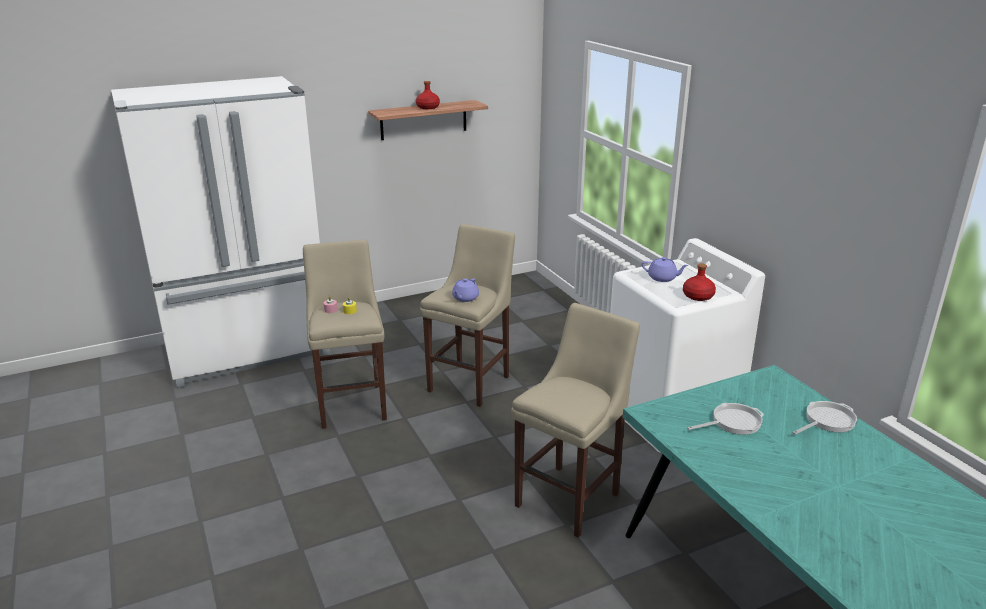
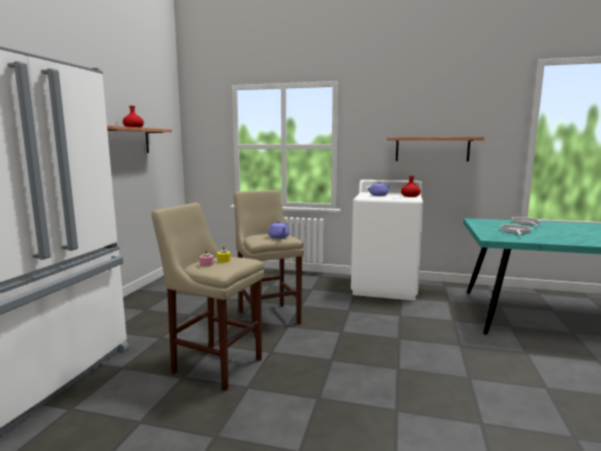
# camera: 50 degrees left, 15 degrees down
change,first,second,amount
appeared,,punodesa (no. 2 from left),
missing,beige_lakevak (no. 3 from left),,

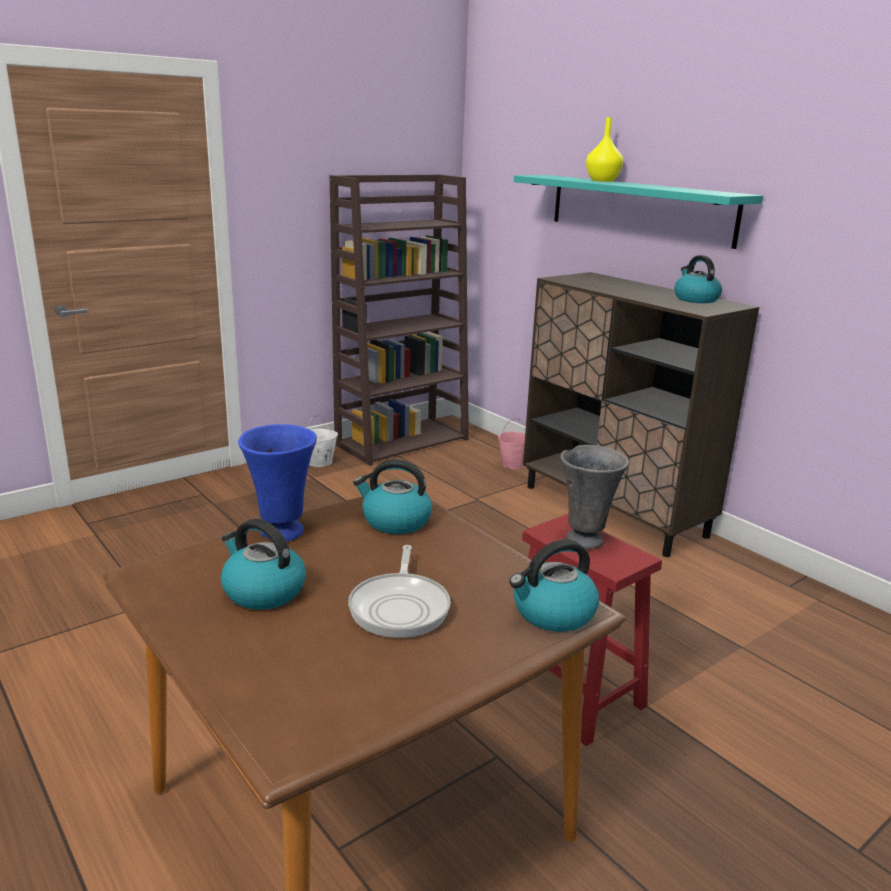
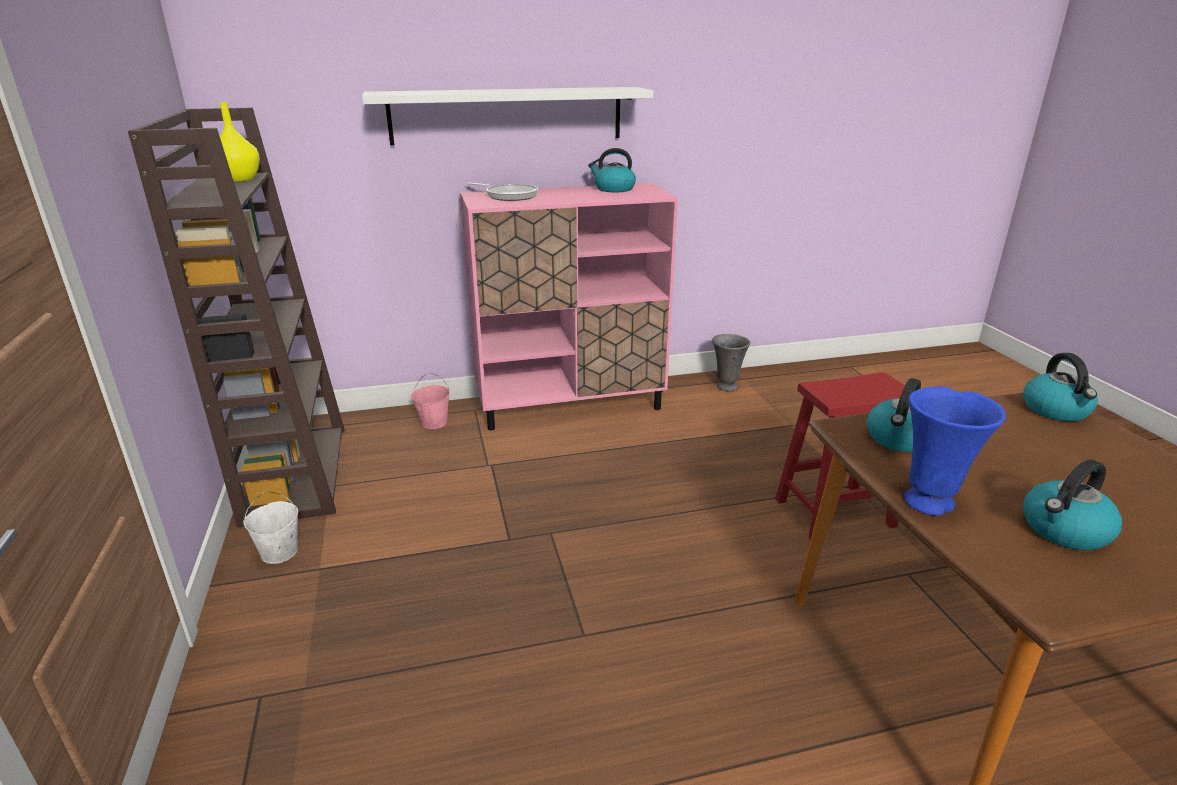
# camera: 65 degrees left, 5 degrees up
change,first,second,amount
relocated,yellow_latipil,,
colour,turquoise_punodesa,white_punodesa,
colour,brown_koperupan,pink_koperupan,
relocated,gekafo,,
relocated,grey_latipil,,

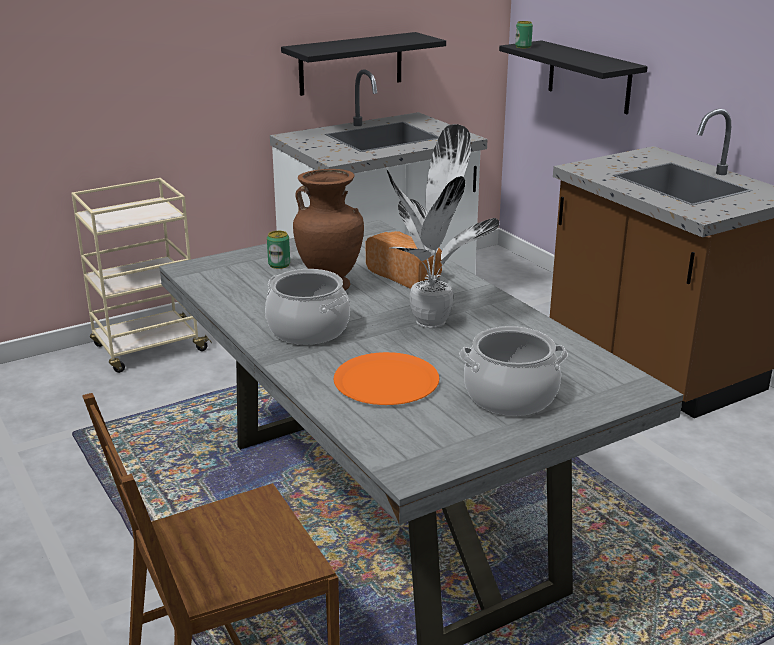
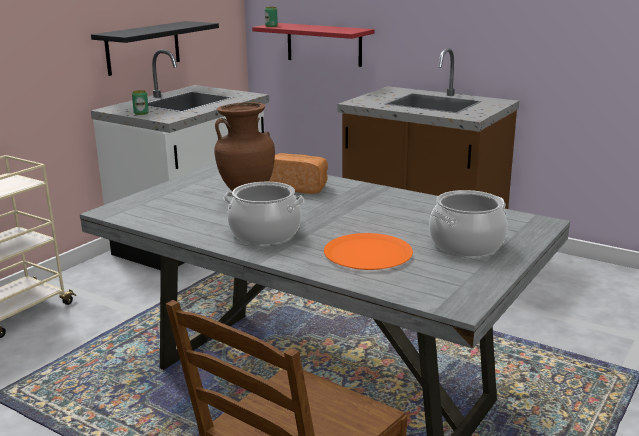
# camera: 25 degrees left, 5 degrees down
change,first,second,amount
relocated,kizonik (no. 1 from left),,
colour,black_punodesa (no. 2 from left),red_punodesa,
missing,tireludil,,

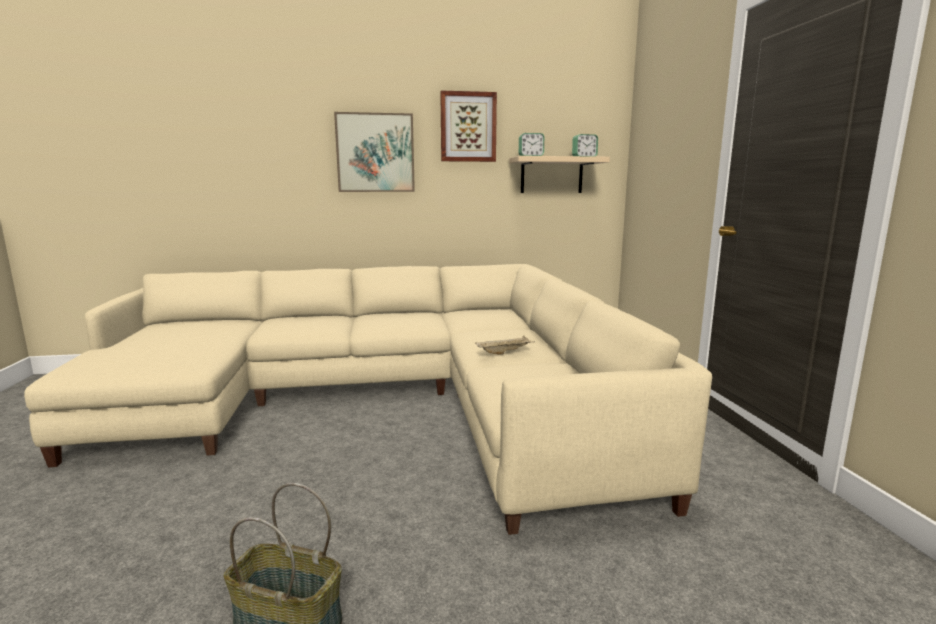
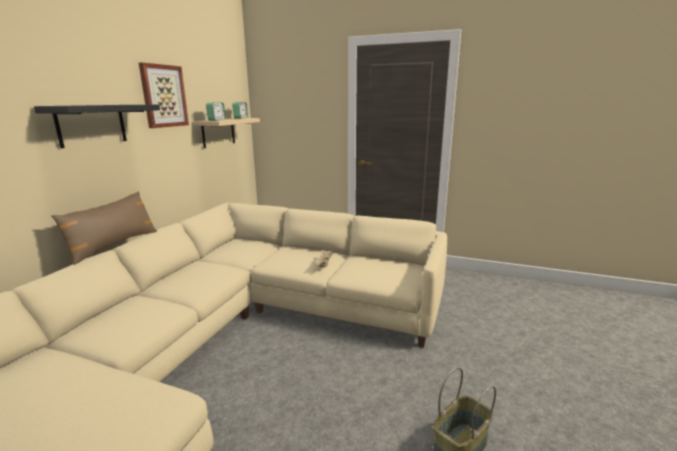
# camera: 60 degrees left, 5 degrees up
change,first,second,amount
exchanged,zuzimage (no. 1 from left),black_punodesa,
appeared,,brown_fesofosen,

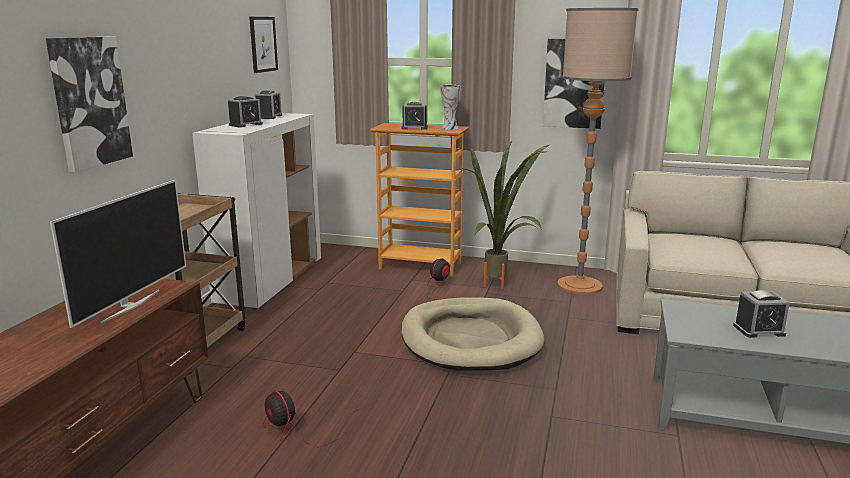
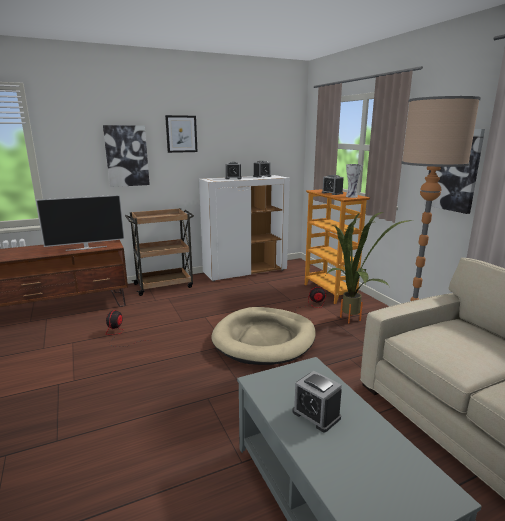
# camera: 50 degrees right, 0 degrees up
change,first,second,amount
relocated,zuzimage (no. 2 from left),,

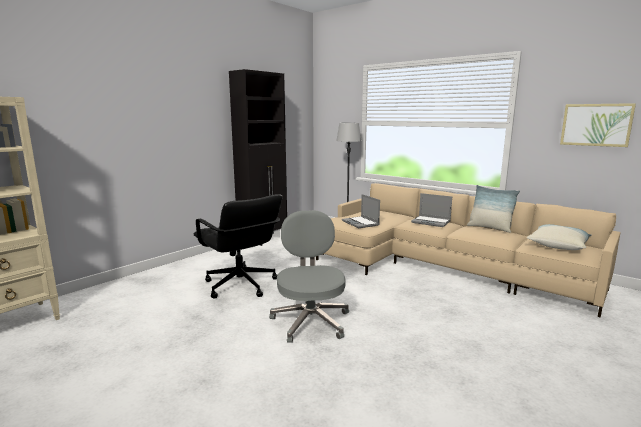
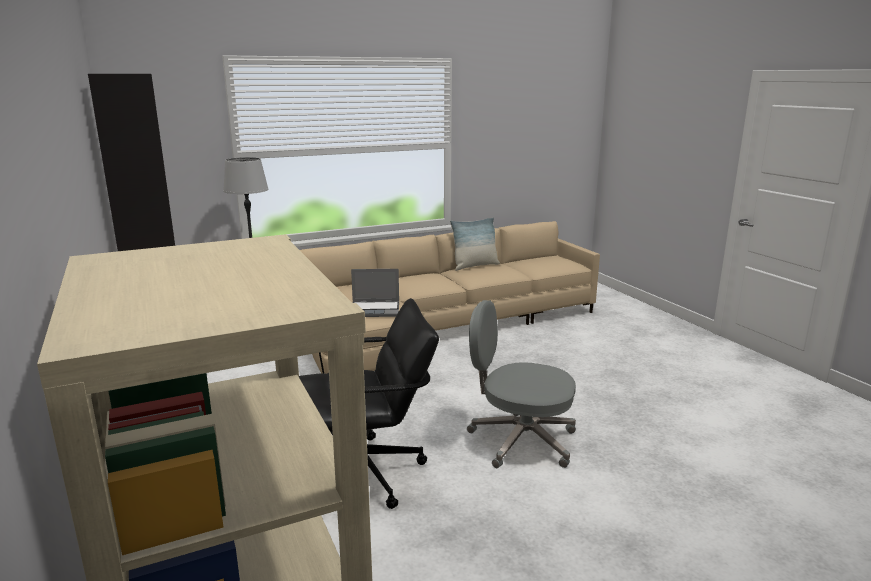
# camera: 65 degrees left, 5 degrees up
change,first,second,amount
missing,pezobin (no. 2 from left),,
missing,fesofosen (no. 2 from left),,
missing,zuzimage,,

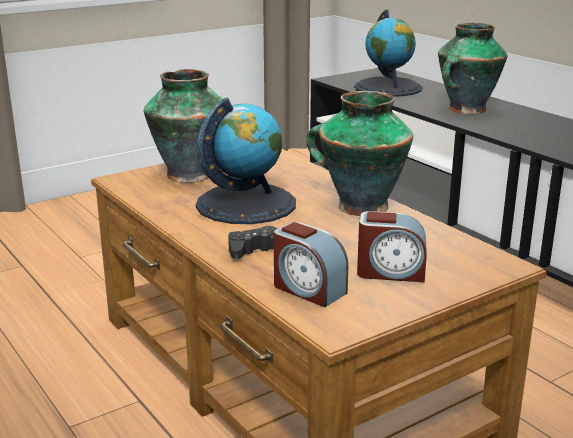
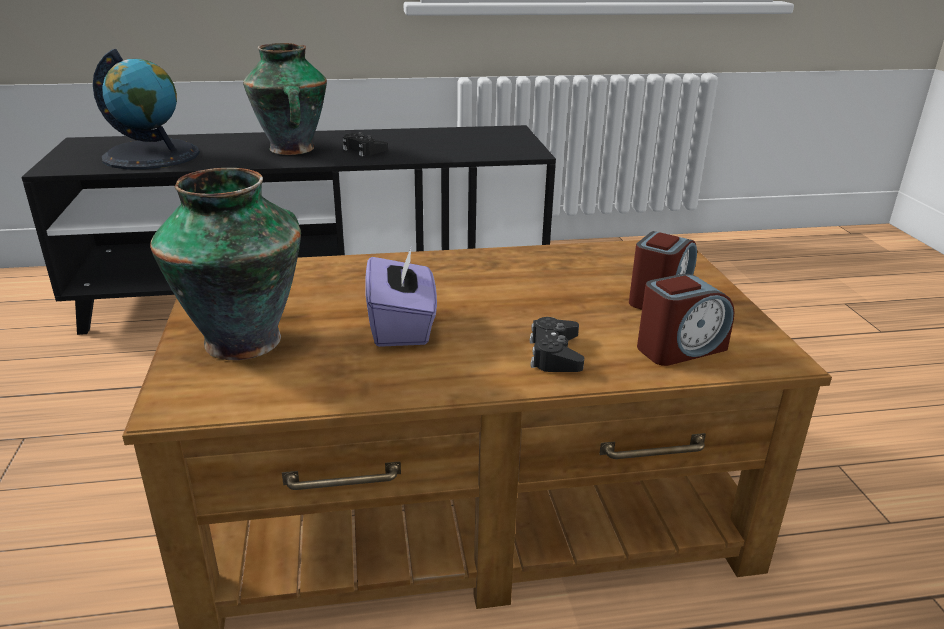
# camera: 65 degrees left, 5 degrees up
change,first,second,amount
appeared,,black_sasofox (no. 1 from left),
exchanged,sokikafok (no. 1 from left),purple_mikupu,
missing,latipil (no. 2 from left),,

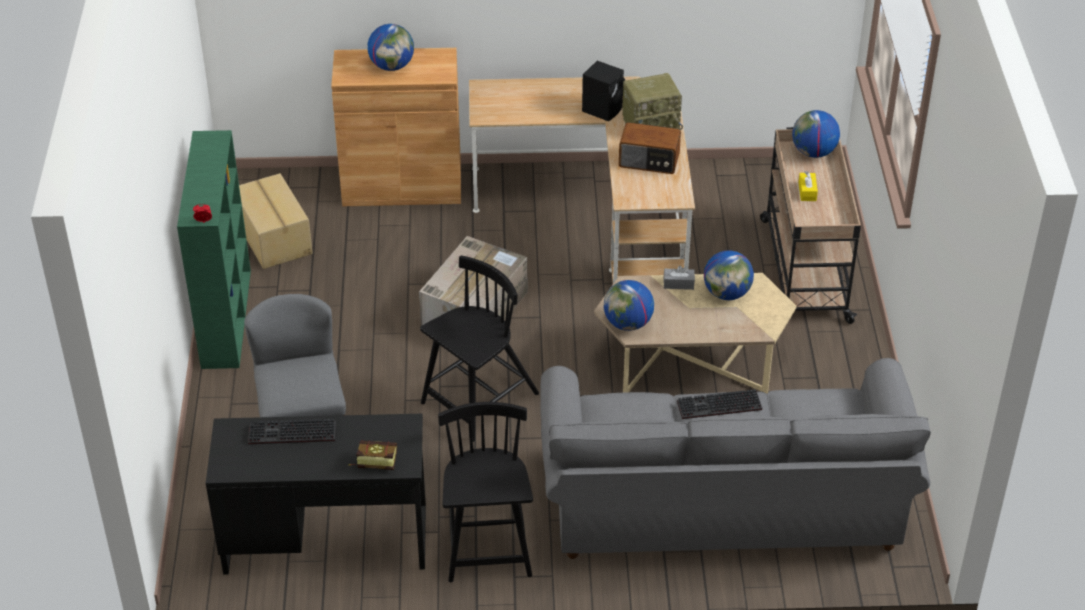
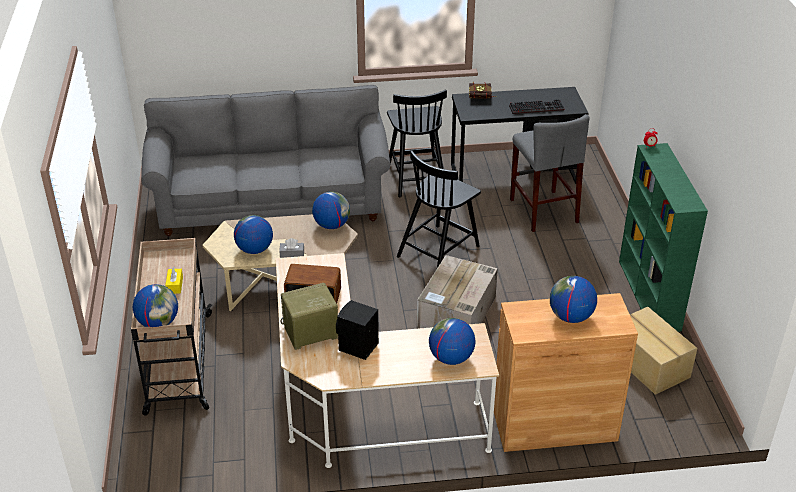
# camera: 175 degrees right, 5 degrees down
change,first,second,amount
appeared,,sokikafok (no. 4 from left),
missing,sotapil (no. 2 from left),,

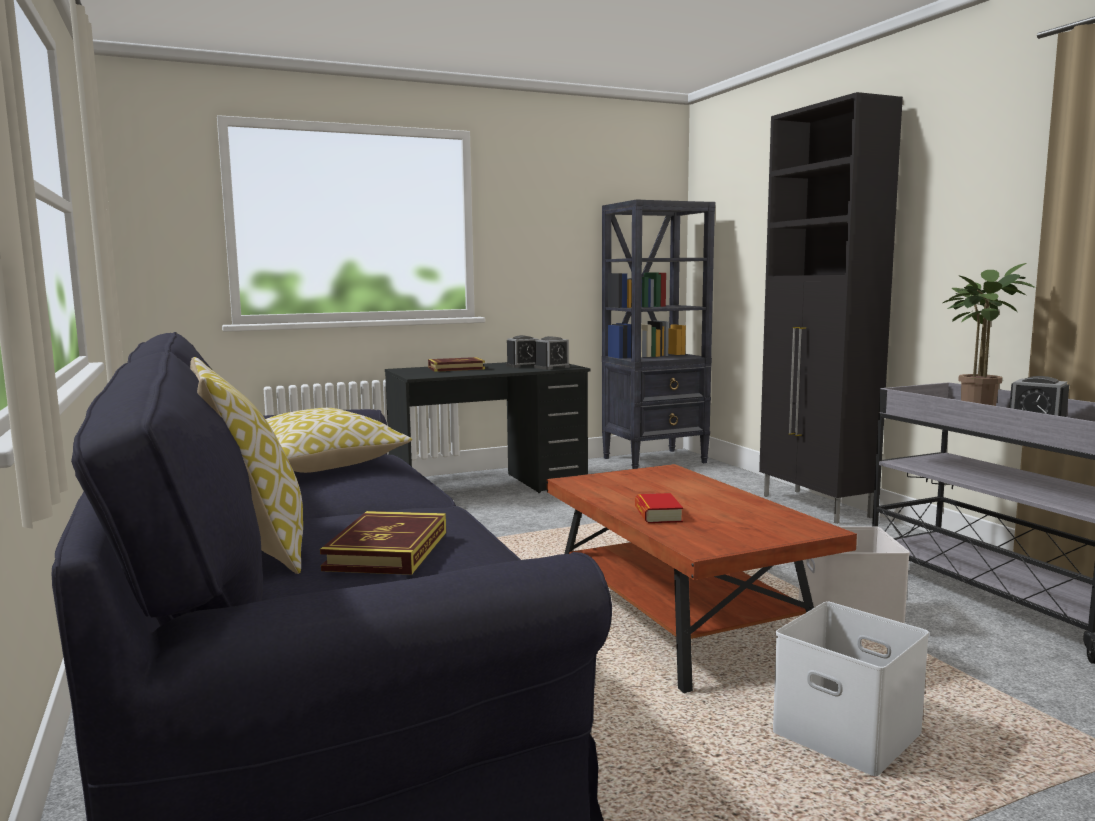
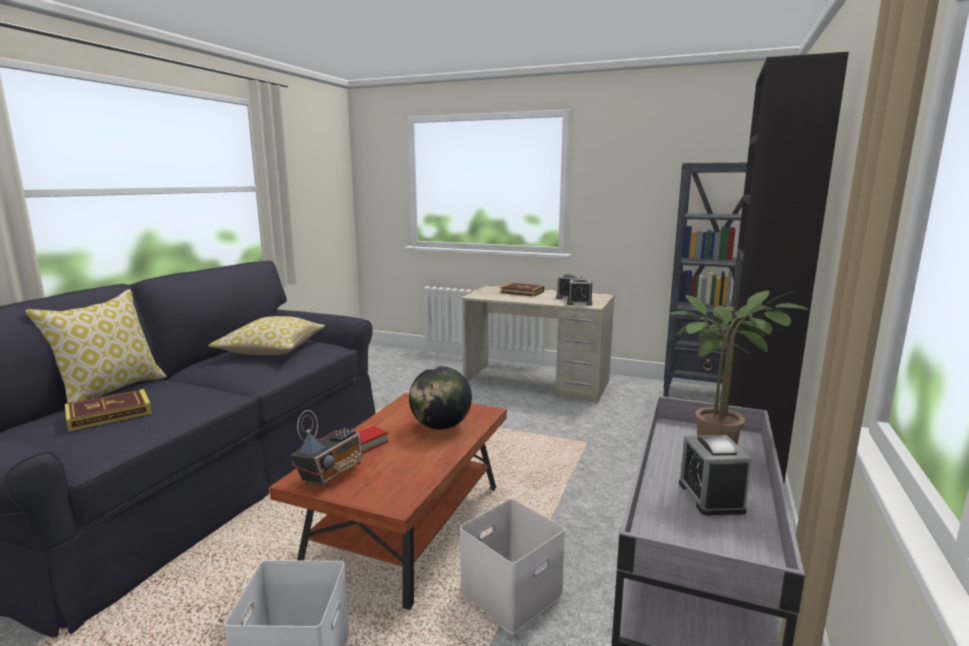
# camera: 45 degrees right, 5 degrees up
change,first,second,amount
appeared,,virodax,
appeared,,sokikafok,
colour,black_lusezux,beige_lusezux,

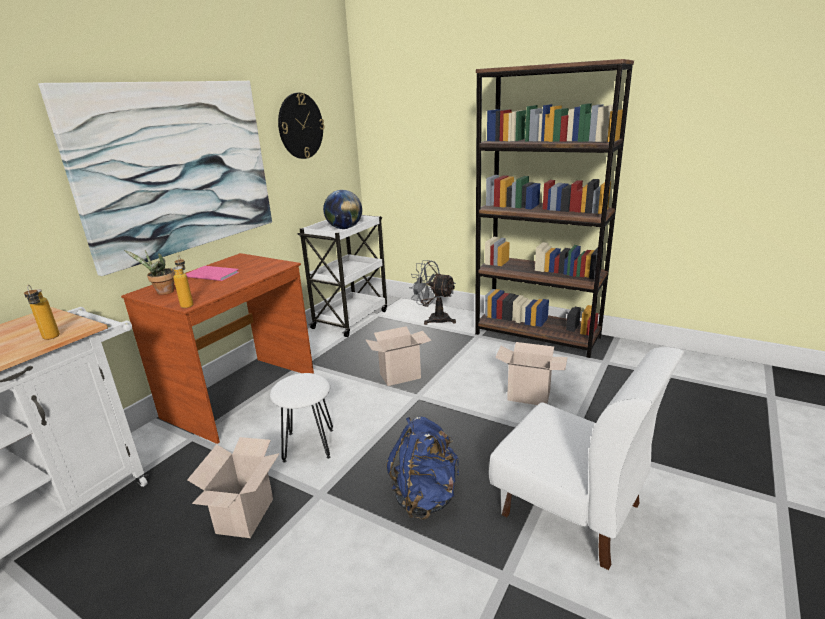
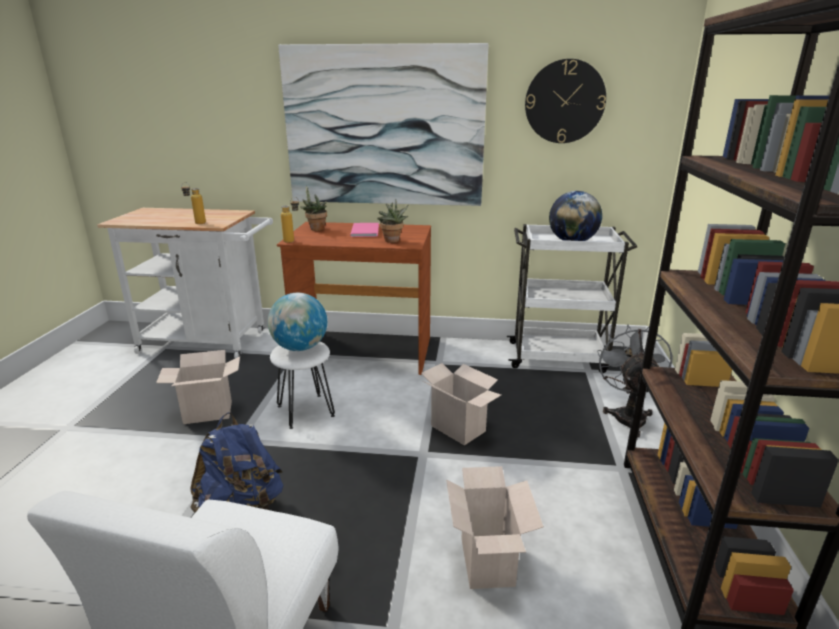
# camera: 65 degrees right, 0 degrees up
change,first,second,amount
appeared,,sokikafok (no. 1 from left),
appeared,,tireludil (no. 2 from left),

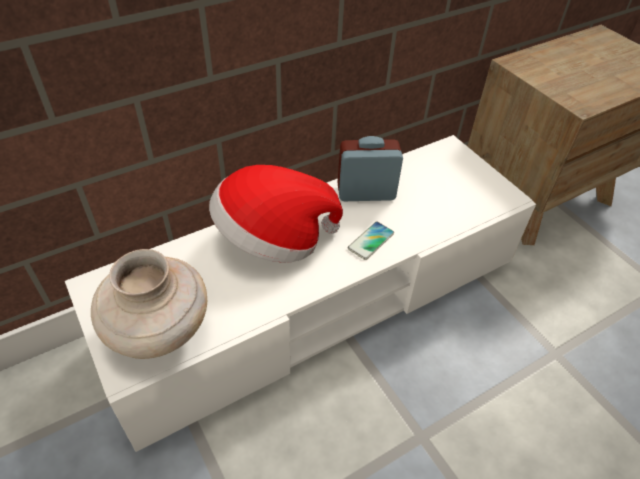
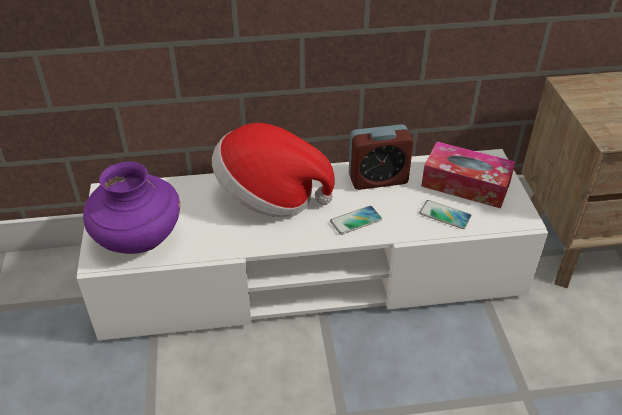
# camera: 25 degrees right, 5 degrees down
change,first,second,amount
colour,beige_latipil,purple_latipil,
spun,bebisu,,150 degrees clockwise
appeared,,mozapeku (no. 2 from left),
appeared,,mikupu,

